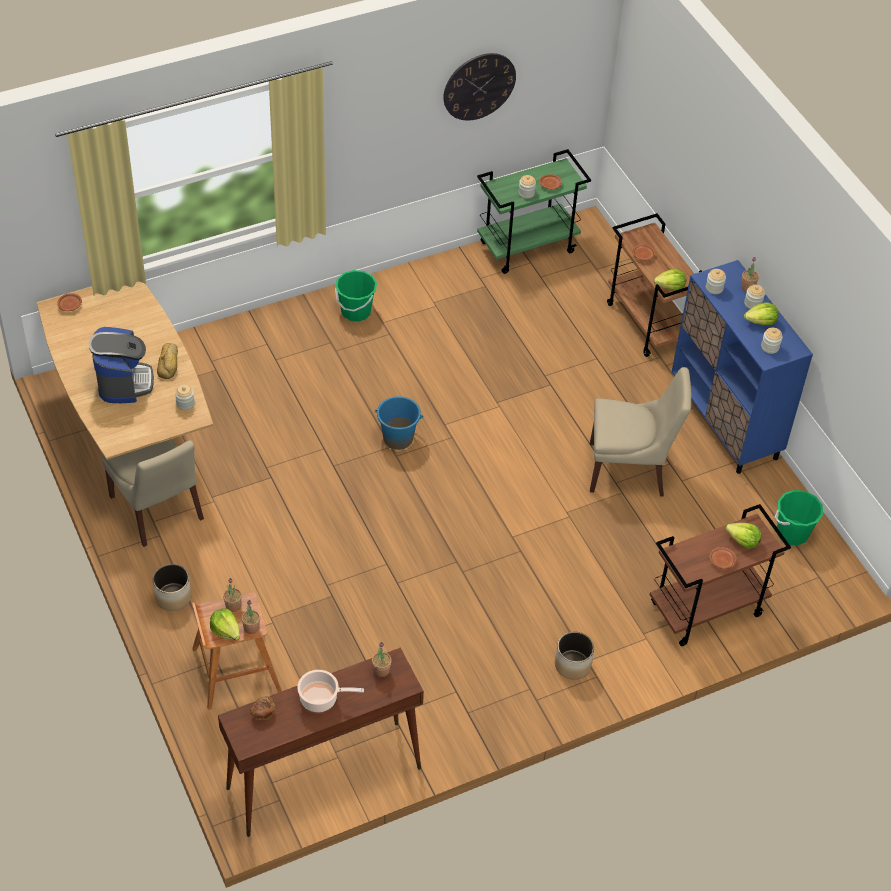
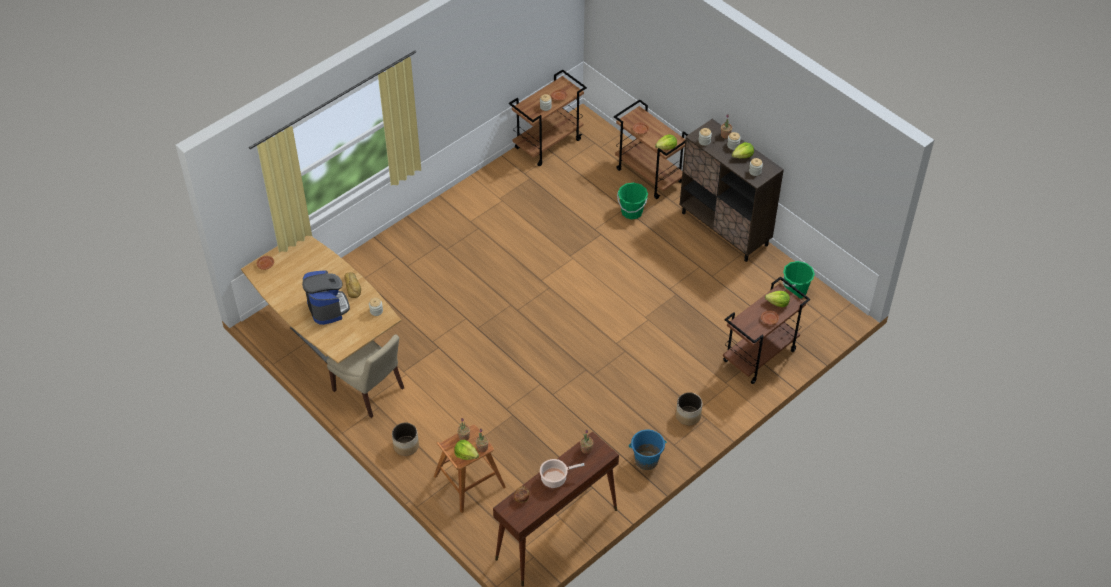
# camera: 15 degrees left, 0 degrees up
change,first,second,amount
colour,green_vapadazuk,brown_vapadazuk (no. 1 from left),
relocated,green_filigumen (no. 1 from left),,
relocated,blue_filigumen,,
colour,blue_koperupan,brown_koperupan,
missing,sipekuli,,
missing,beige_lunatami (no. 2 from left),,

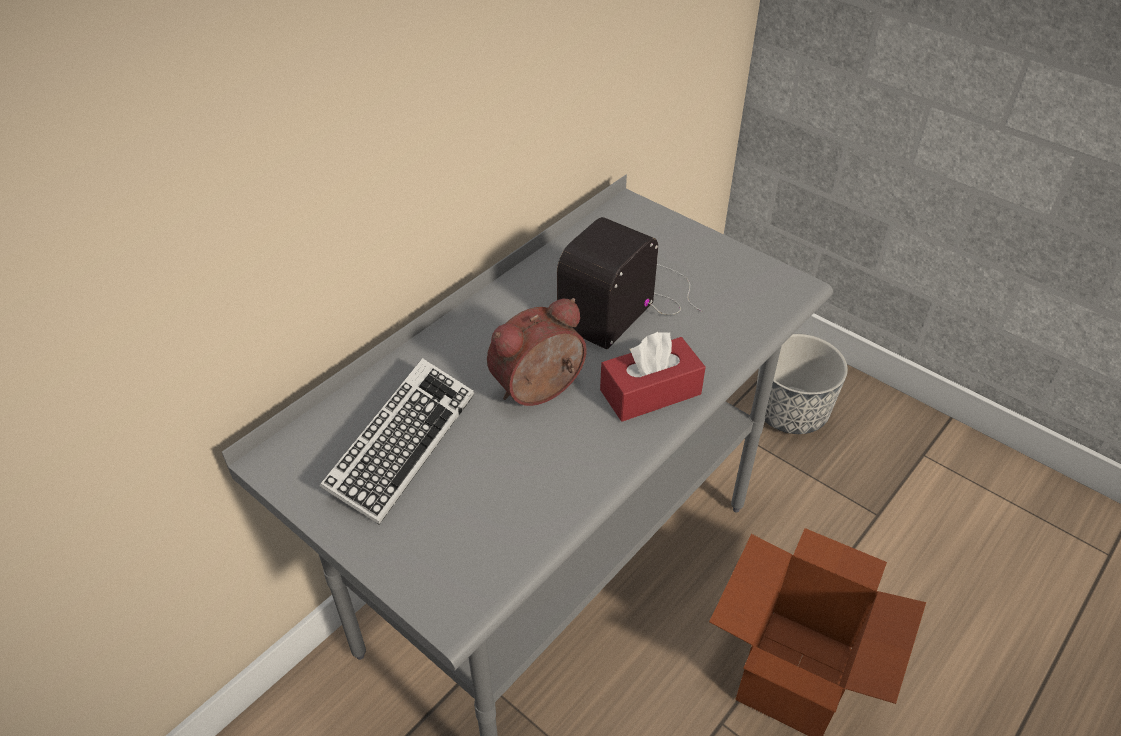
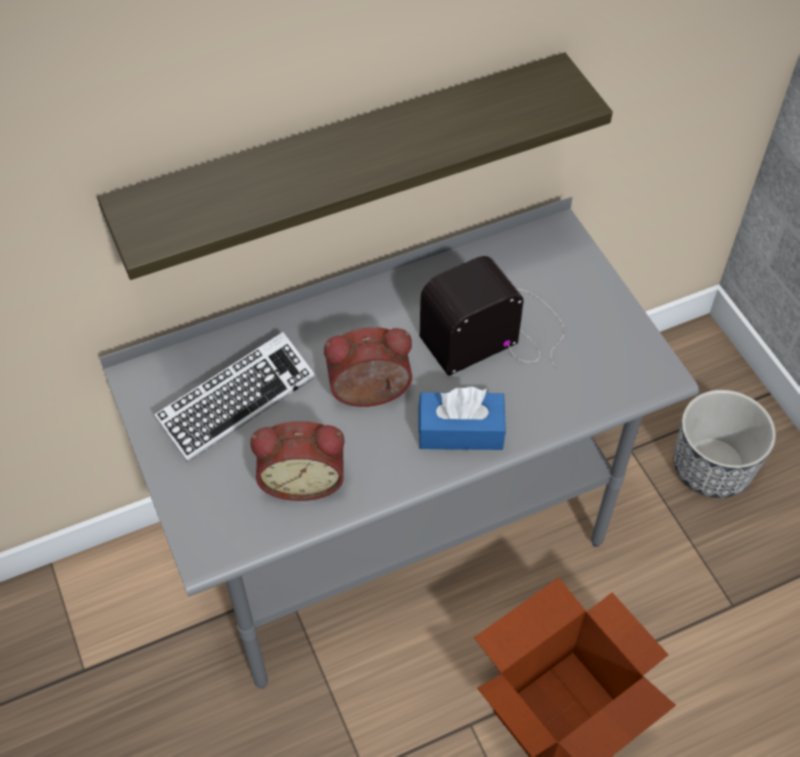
# camera: 25 degrees right, 10 degrees up
change,first,second,amount
appeared,,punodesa,
appeared,,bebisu (no. 1 from left),
colour,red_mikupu,blue_mikupu,

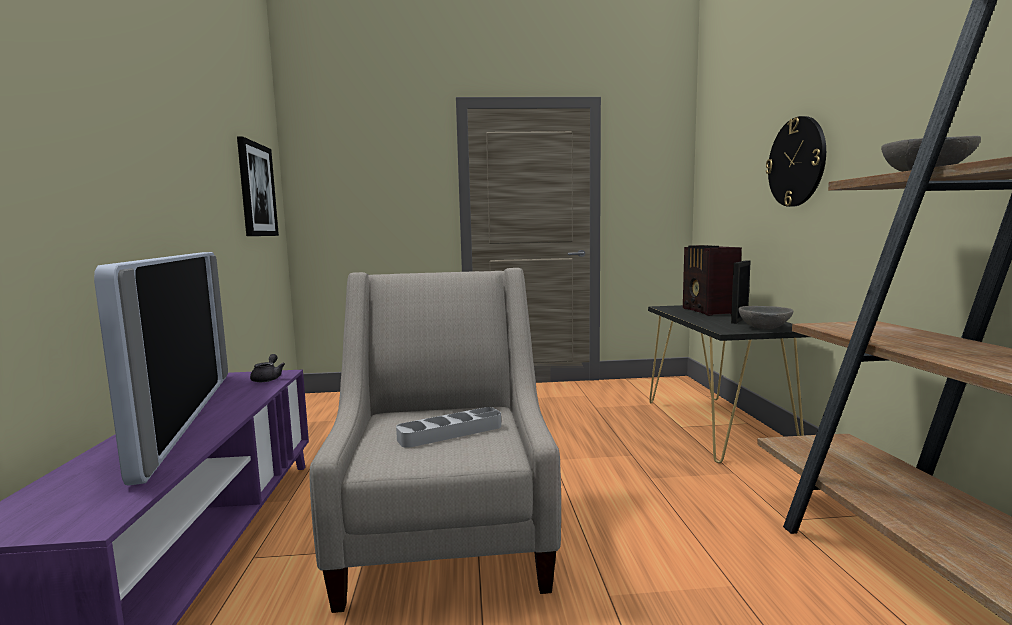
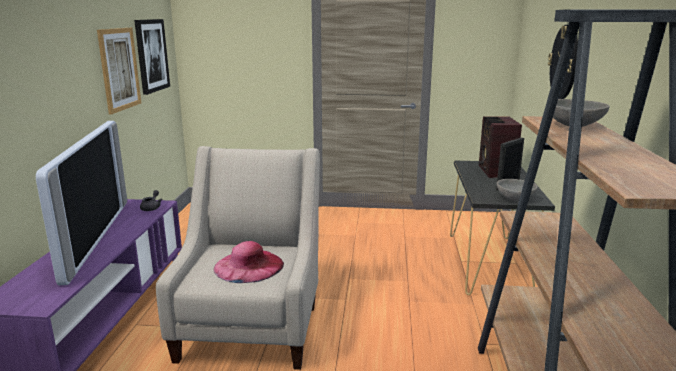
# camera: 10 degrees right, 10 degrees up
change,first,second,amount
appeared,,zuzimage (no. 1 from left),
exchanged,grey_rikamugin,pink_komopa,

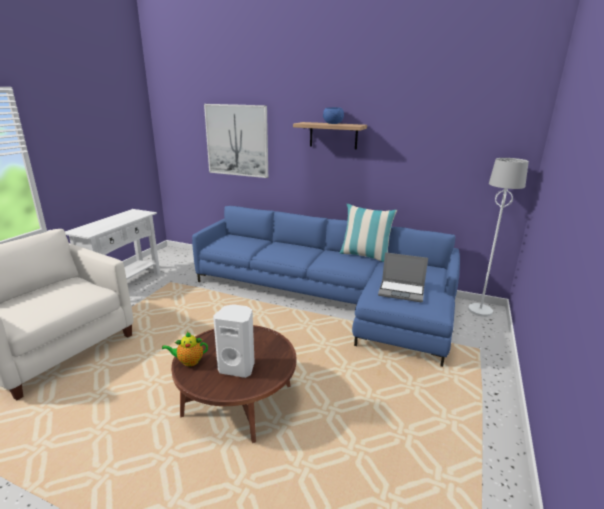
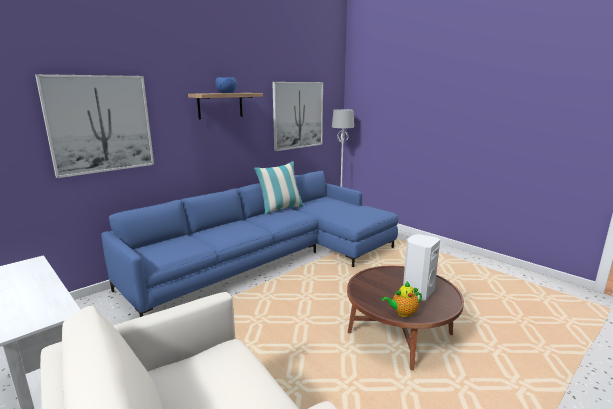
# camera: 65 degrees left, 5 degrees down
change,first,second,amount
appeared,,zuzimage (no. 2 from left),
spun,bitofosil,,60 degrees clockwise
missing,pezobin,,

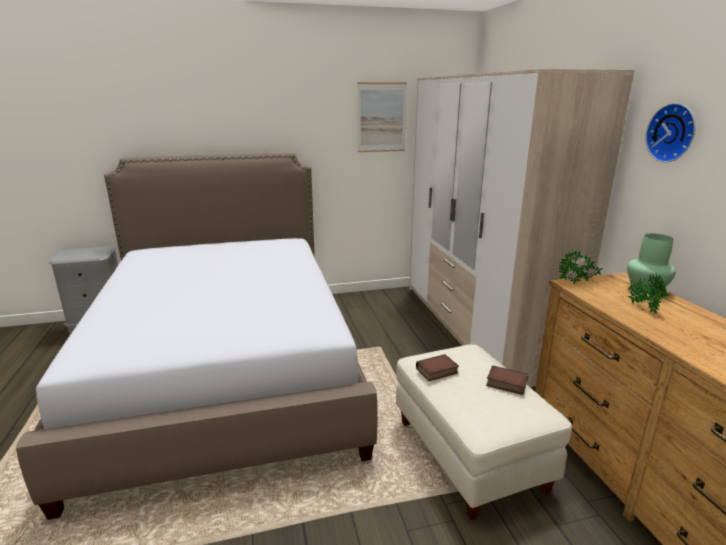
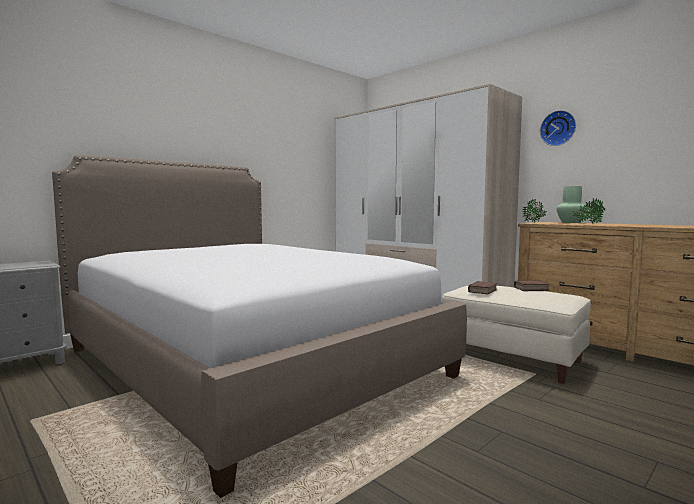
# camera: 30 degrees left, 15 degrees down
change,first,second,amount
missing,zuzimage,,

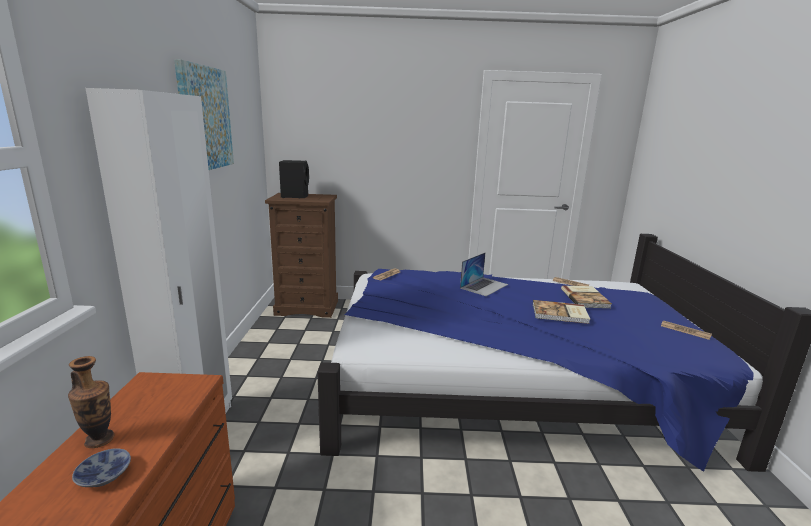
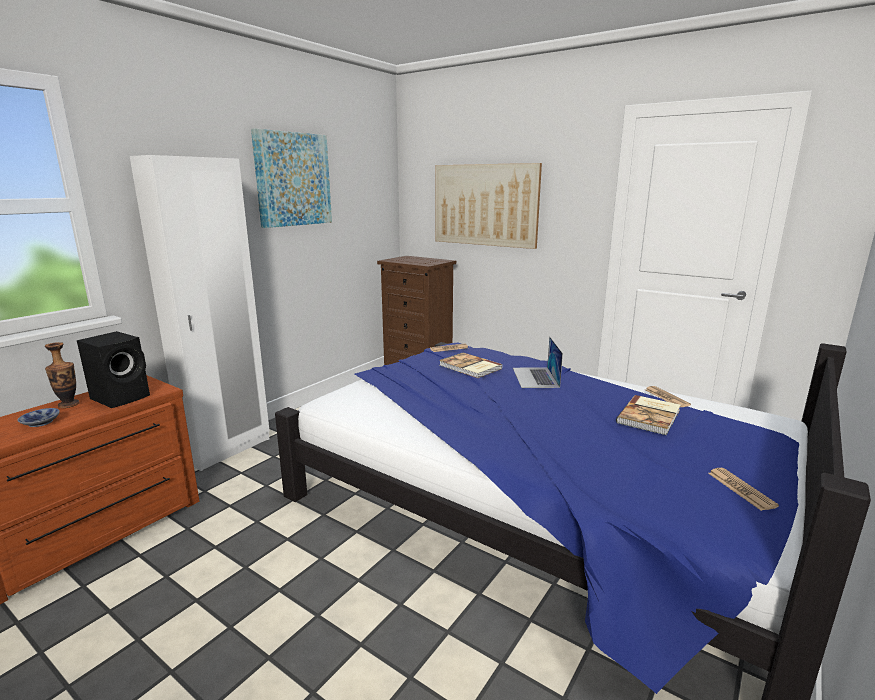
# camera: 35 degrees right, 0 degrees up
change,first,second,amount
relocated,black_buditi,,
appeared,,zuzimage (no. 2 from left),
relocated,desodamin (no. 1 from left),,
spun,pezobin,,105 degrees clockwise

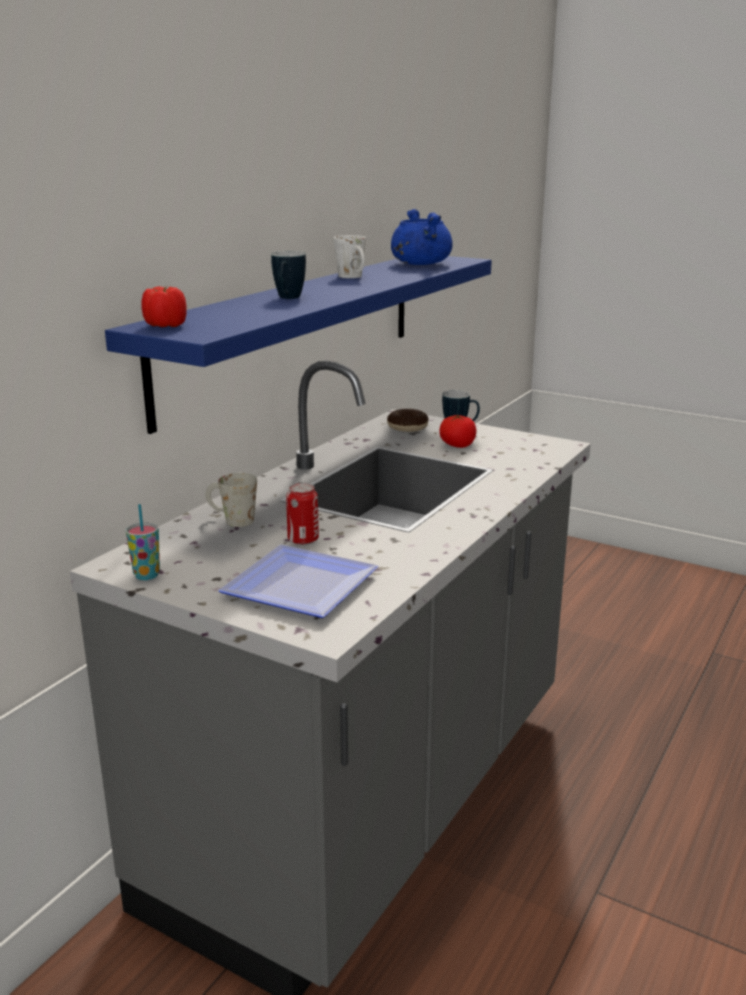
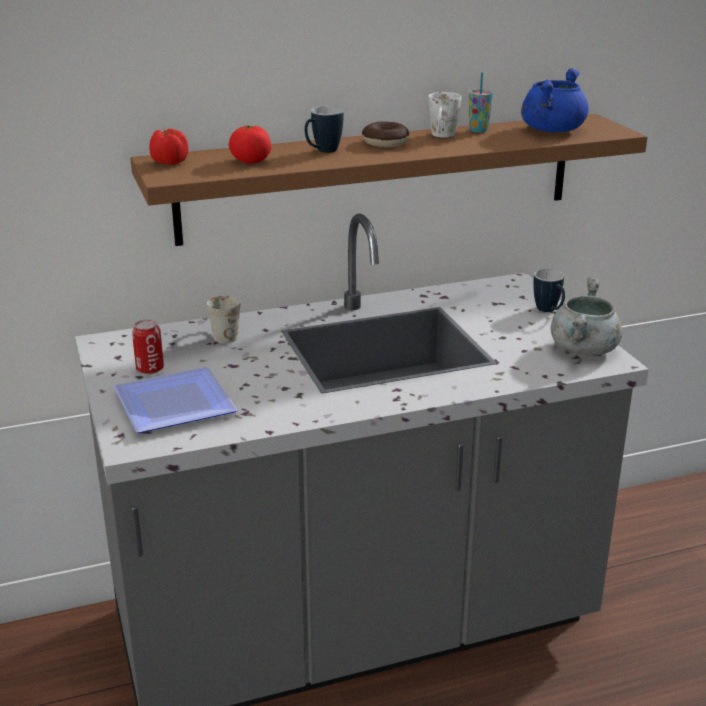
# camera: 40 degrees right, 5 degrees up
change,first,second,amount
colour,blue_punodesa,brown_punodesa,
relocated,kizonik,,
relocated,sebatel (no. 2 from left),,
relocated,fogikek,,
relocated,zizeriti,,
appeared,,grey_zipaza,

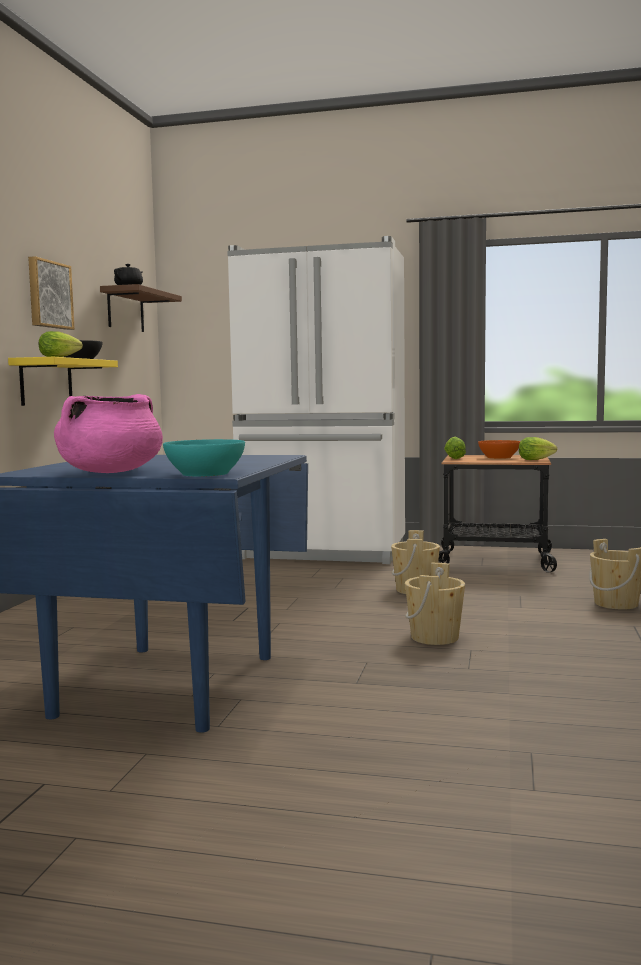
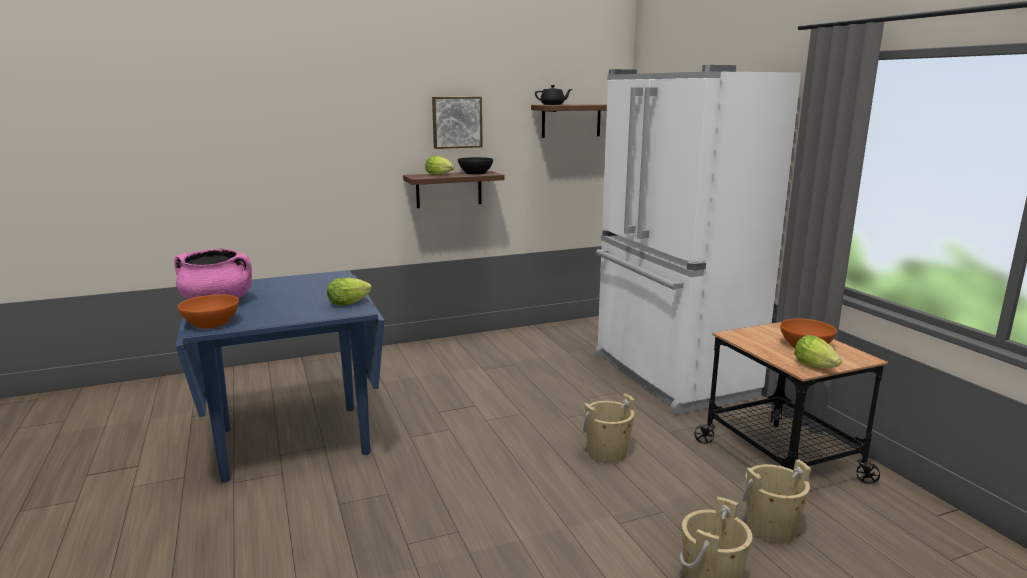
# camera: 55 degrees right, 10 degrees up
change,first,second,amount
colour,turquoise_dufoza,orange_dufoza (no. 1 from left),
relocated,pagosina (no. 2 from left in the first image),pagosina (no. 1 from left),
colour,yellow_punodesa,brown_punodesa (no. 1 from left),
relocated,beige_filigumen (no. 2 from left in the first image),beige_filigumen (no. 3 from left),

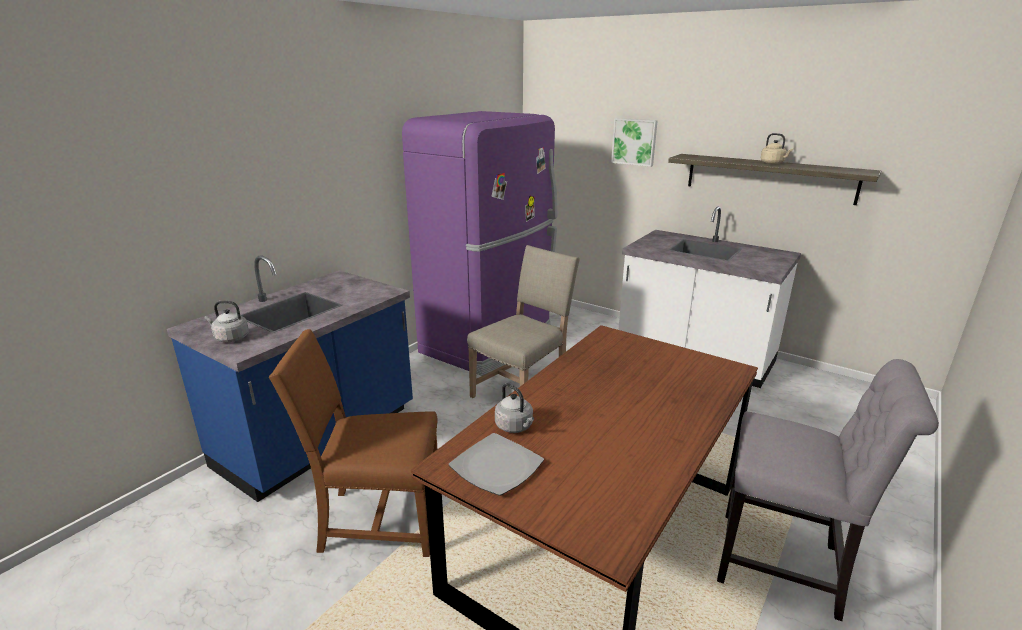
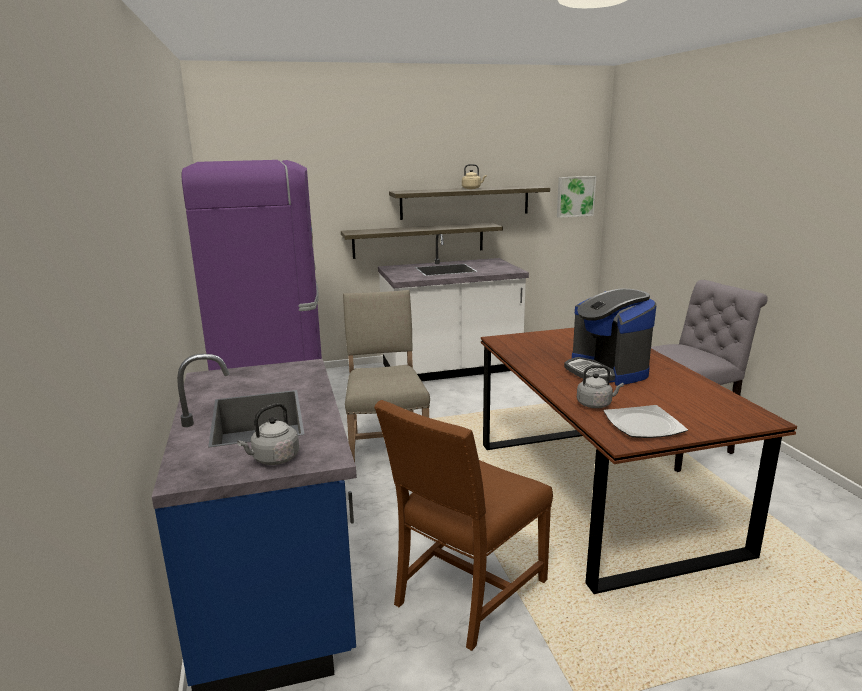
# camera: 50 degrees left, 5 degrees down
change,first,second,amount
appeared,,punodesa (no. 1 from left),
relocated,zuzimage,,
appeared,,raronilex,

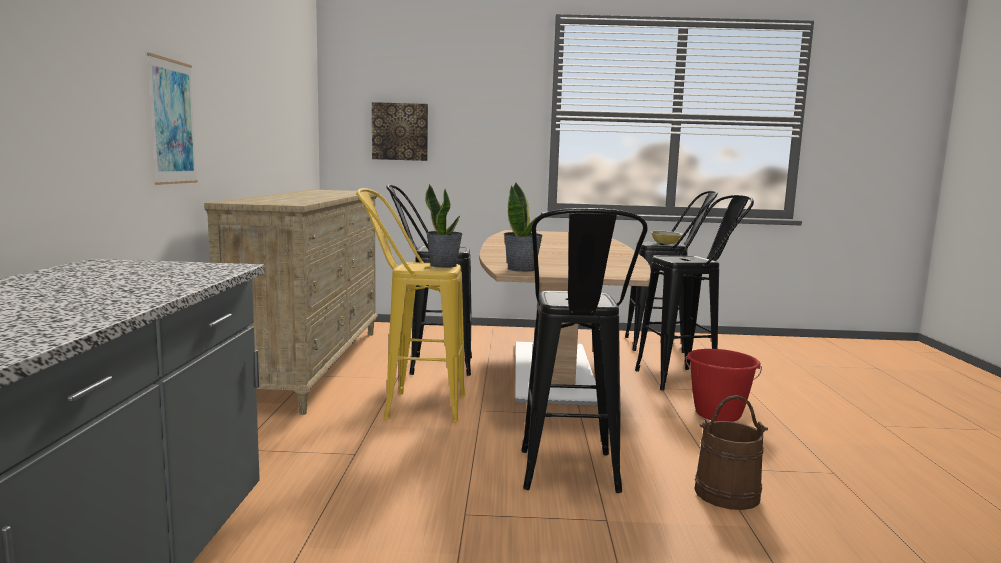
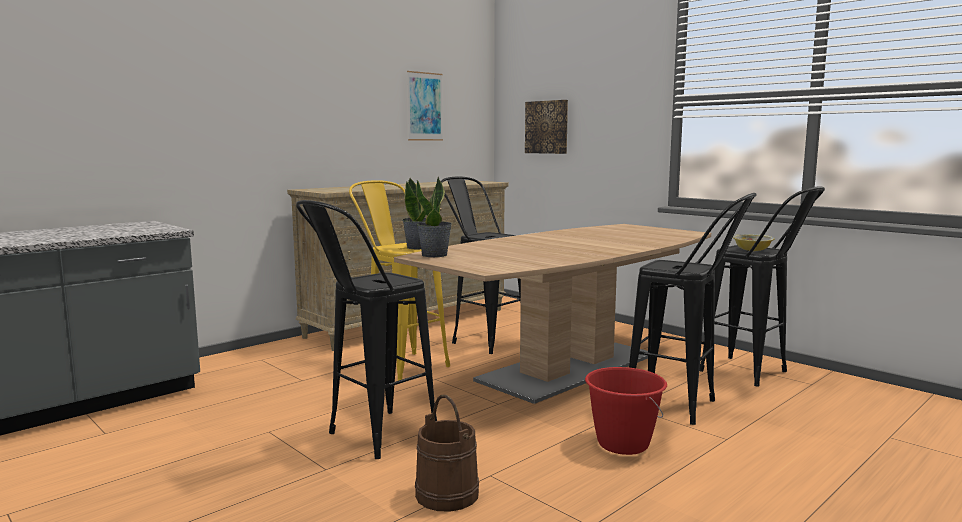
# camera: 45 degrees right, 0 degrees up
change,first,second,amount
relocated,zuzimage (no. 1 from left),,

